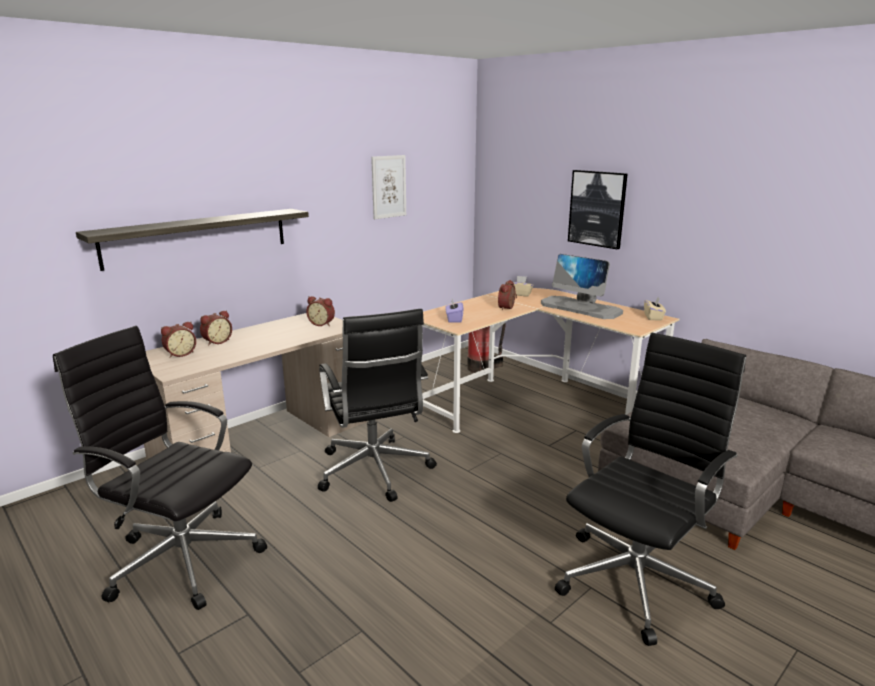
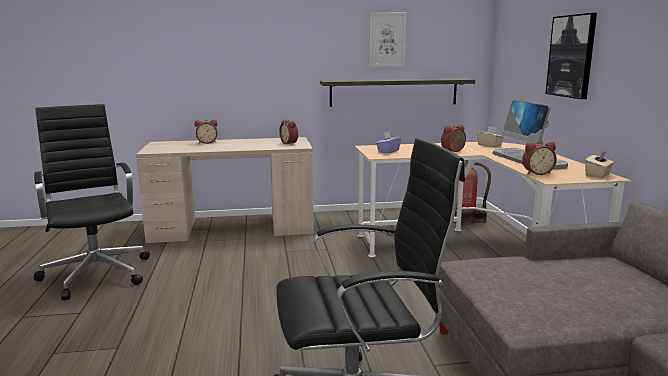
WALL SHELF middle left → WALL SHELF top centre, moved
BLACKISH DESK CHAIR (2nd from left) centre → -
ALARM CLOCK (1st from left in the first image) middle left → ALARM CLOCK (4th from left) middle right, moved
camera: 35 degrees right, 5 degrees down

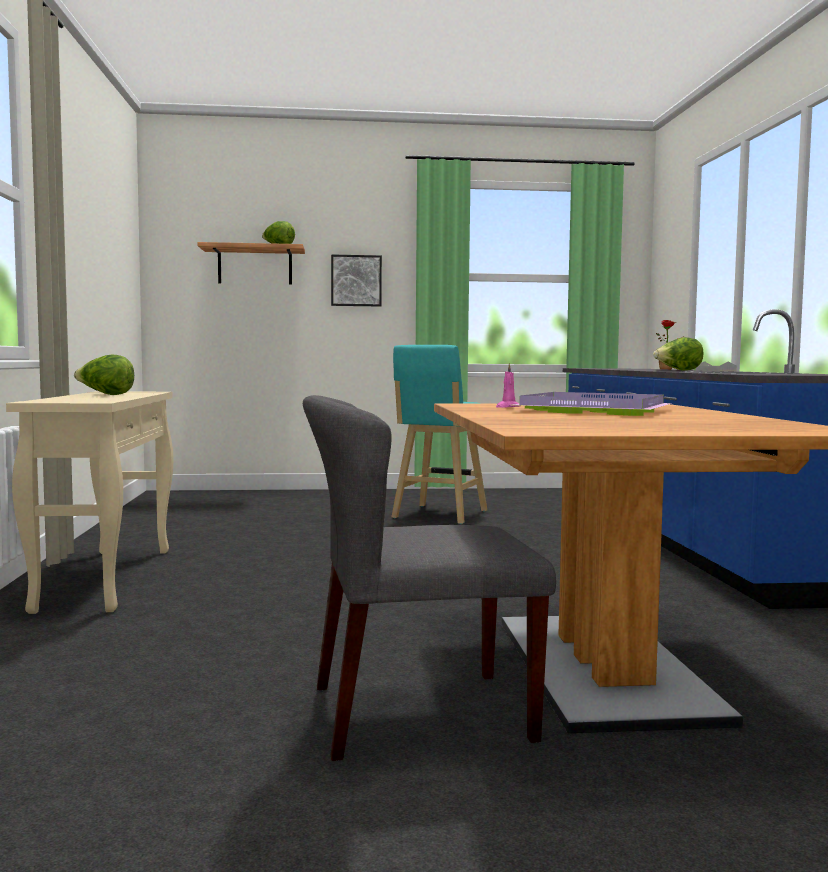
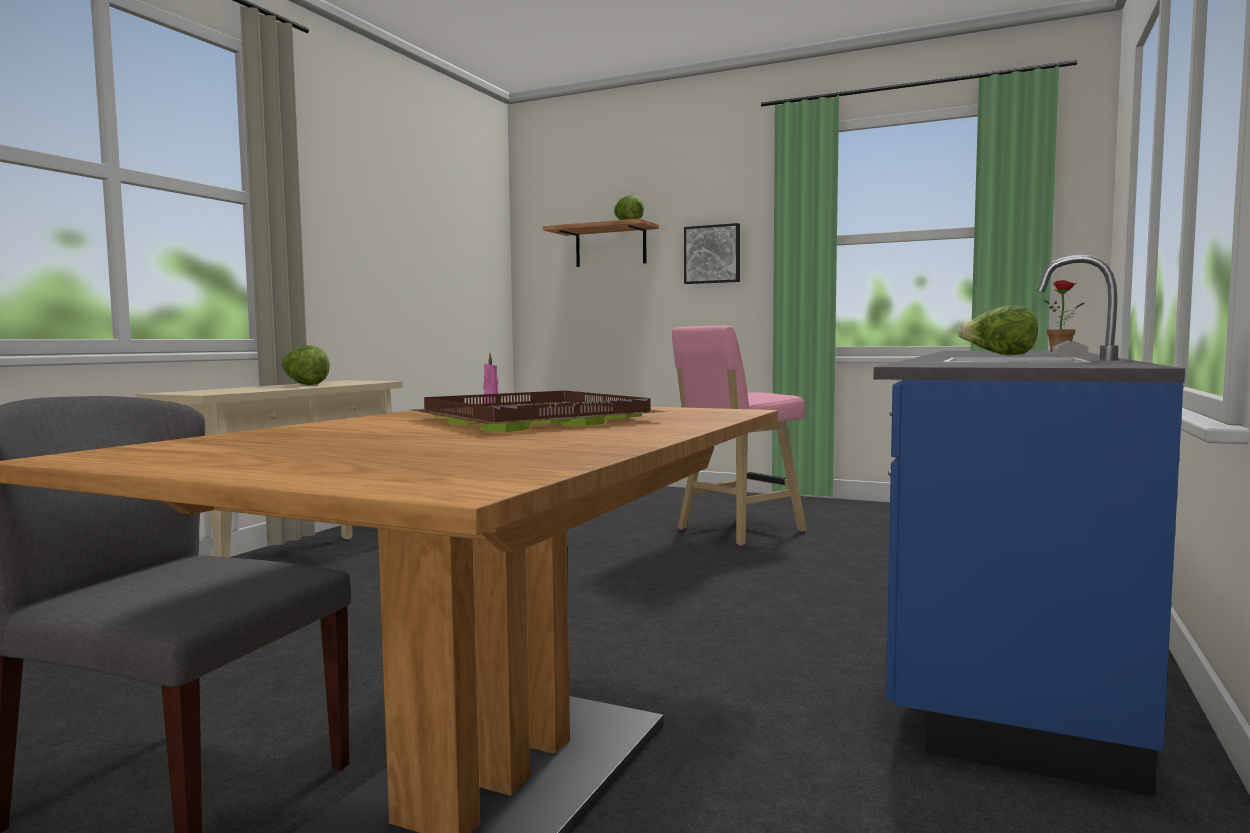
TURQUOISE-COLOURED SITTING STOOL centre → PINKISH SITTING STOOL centre
PURPLE TRAY middle right → BROWN-COLOURED TRAY centre
camera: 30 degrees right, 0 degrees up

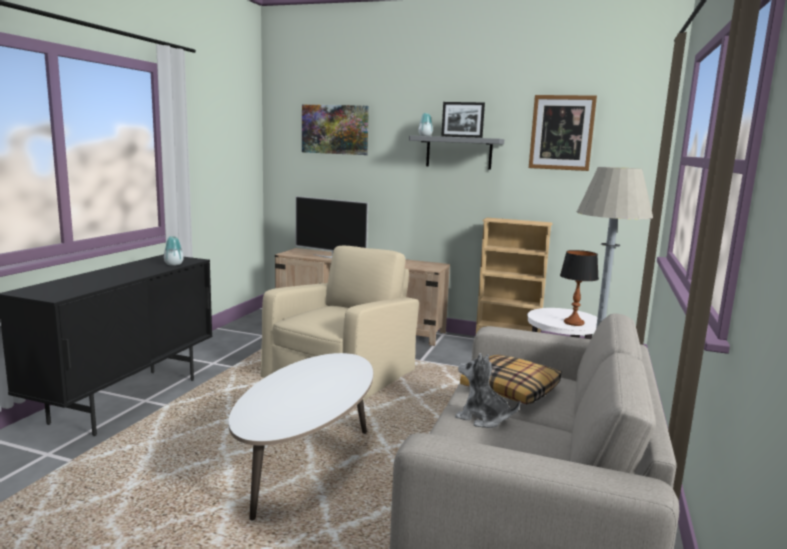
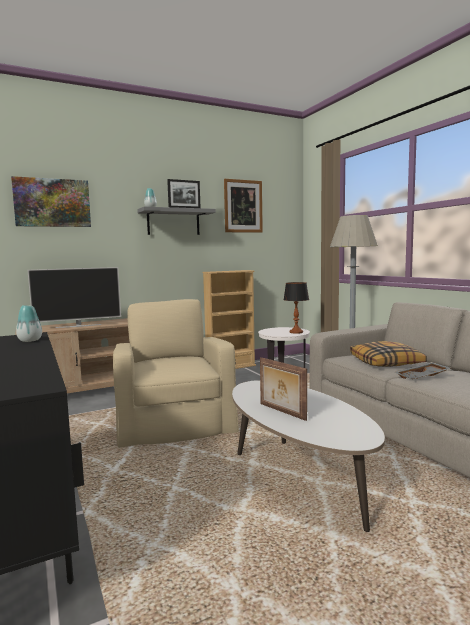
CUDDLY TOY bottom centre → GREY TRAY middle right
- → PHOTO FRAME (2nd from left) centre
camera: 45 degrees left, 5 degrees down

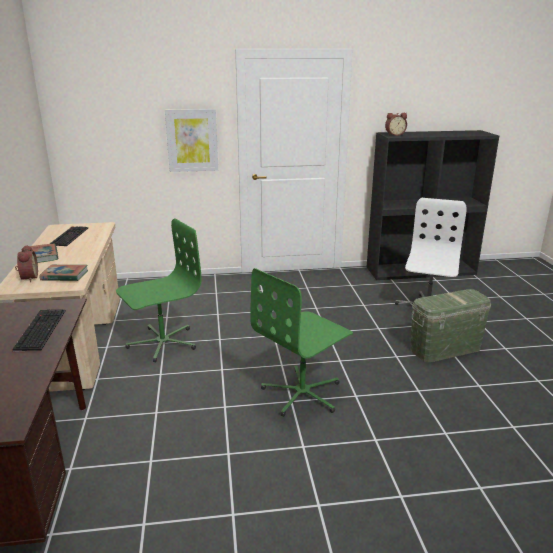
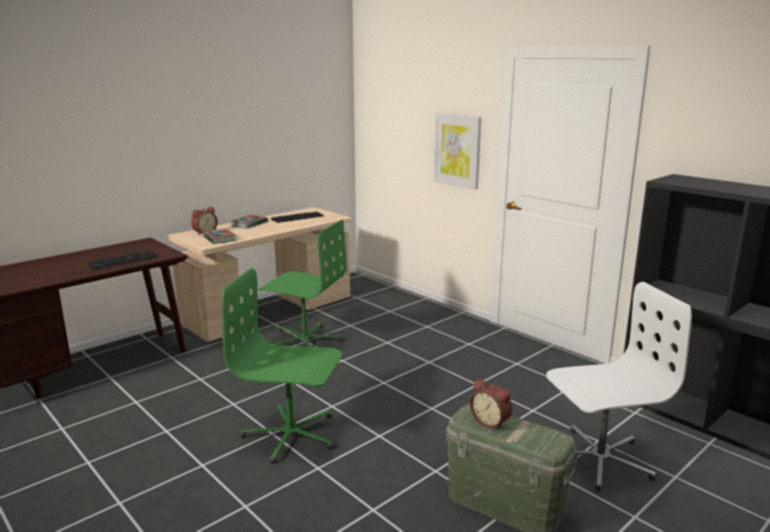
ALARM CLOCK (2nd from left) top right → ALARM CLOCK (2nd from left) bottom centre, moved
camera: 55 degrees right, 5 degrees down

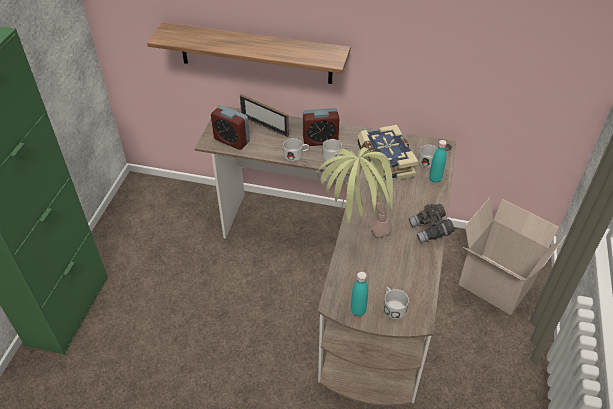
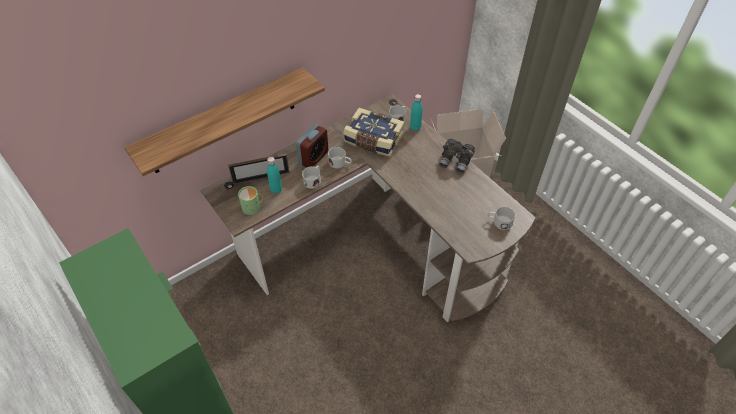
ALARM CLOCK (1st from left) top centre → GREENISH MUG centre
POTTED PLANT centre → -
TURQUOISE-COLOURED BEVERAGE BOTTLE (1st from left) bottom centre → TURQUOISE-COLOURED BEVERAGE BOTTLE (1st from left) centre, moved
camera: 50 degrees left, 5 degrees up

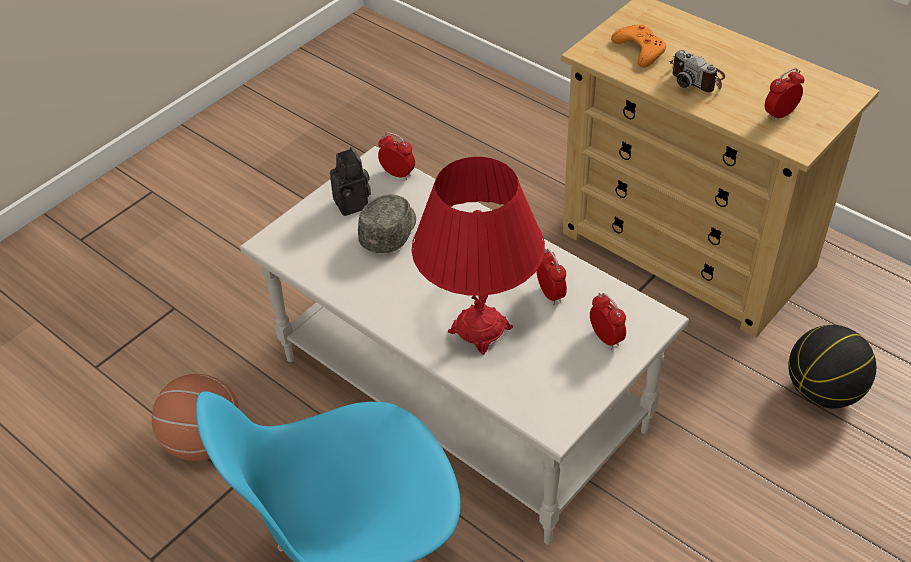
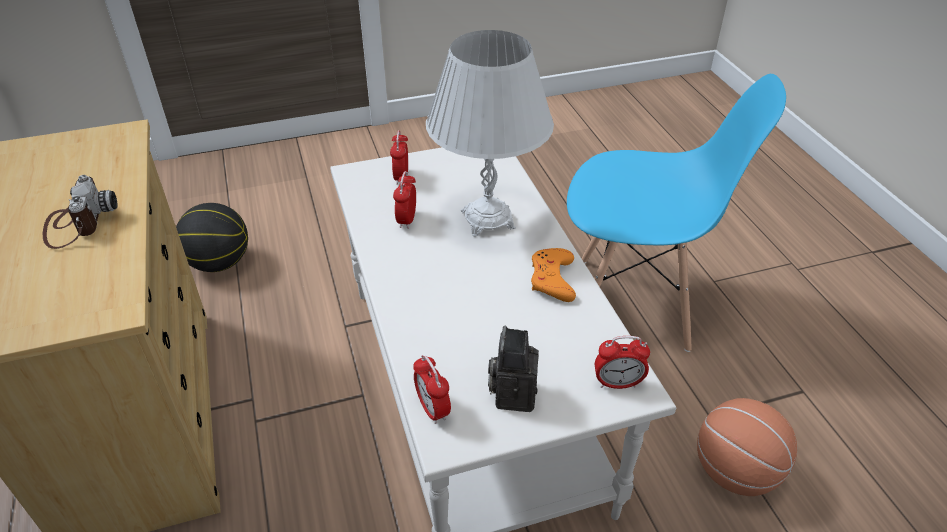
ORANGE JOYPAD top right → ORANGE JOYPAD centre, moved
ALARM CLOCK (4th from left) top right → ALARM CLOCK (4th from left) bottom centre, moved
REDDISH TABLE LAMP centre → WHITE-COLOURED TABLE LAMP top centre
GREY CAP centre → -
camera: 150 degrees left, 5 degrees down

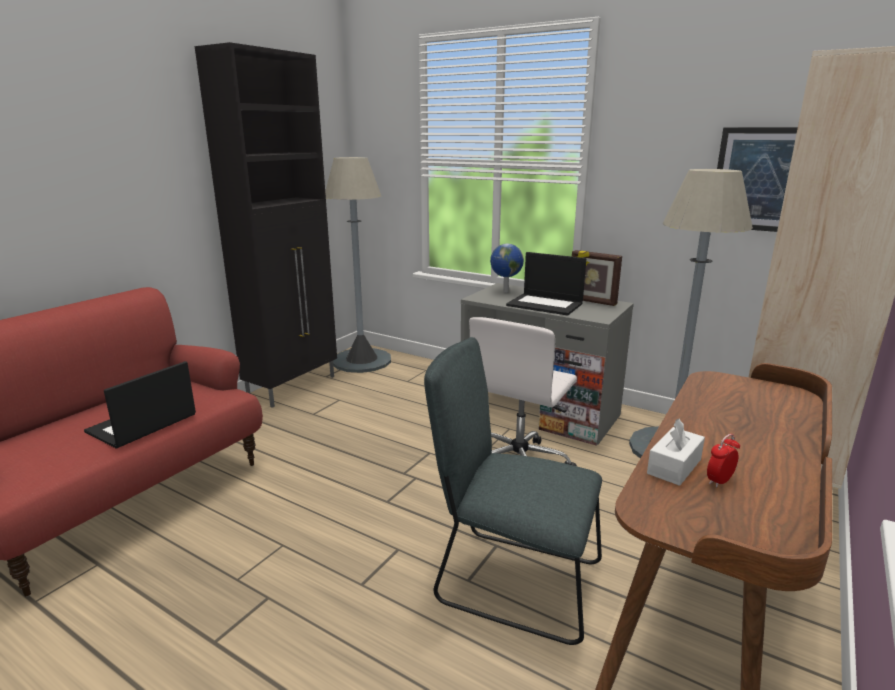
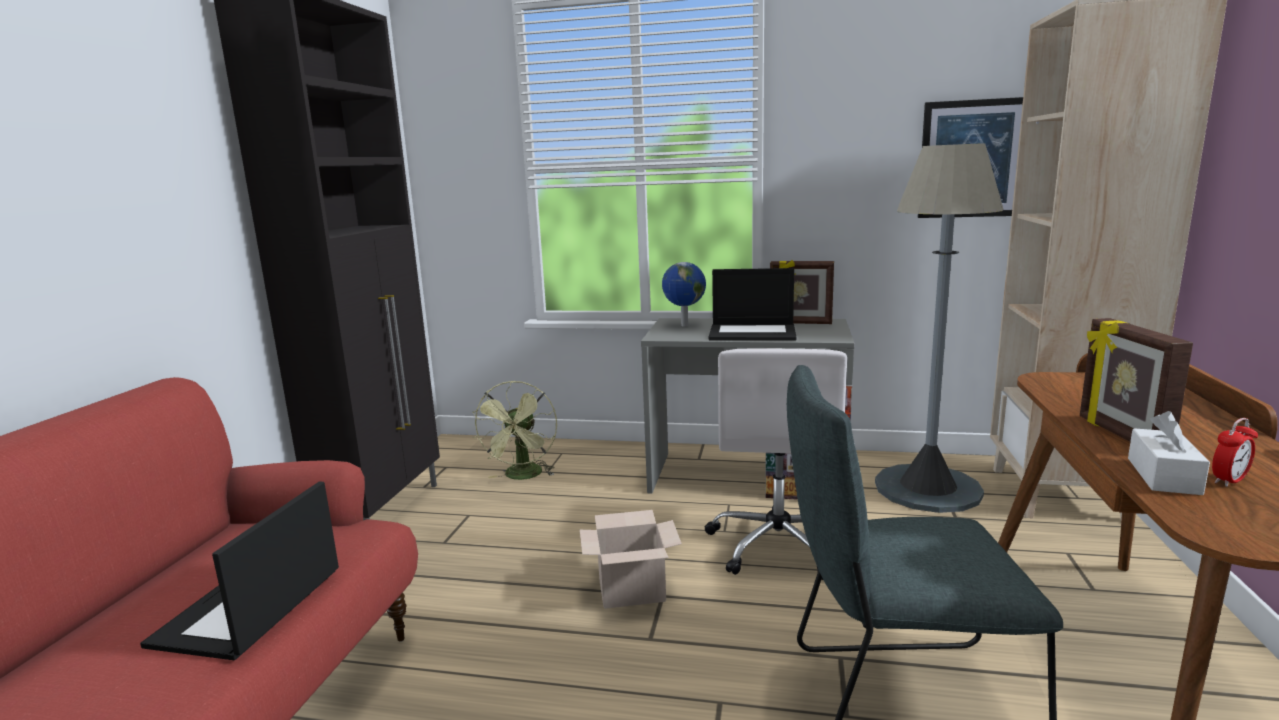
GREY FLOOR LAMP (1st from left) centre → -
ALARM CLOCK bottom right → ALARM CLOCK middle right, 150 degrees counterclockwise
- → PHOTO FRAME (2nd from left) middle right
- → GREENISH ELECTRIC FAN centre
- → CARDBOARD BOX bottom centre
camera: 20 degrees left, 5 degrees down

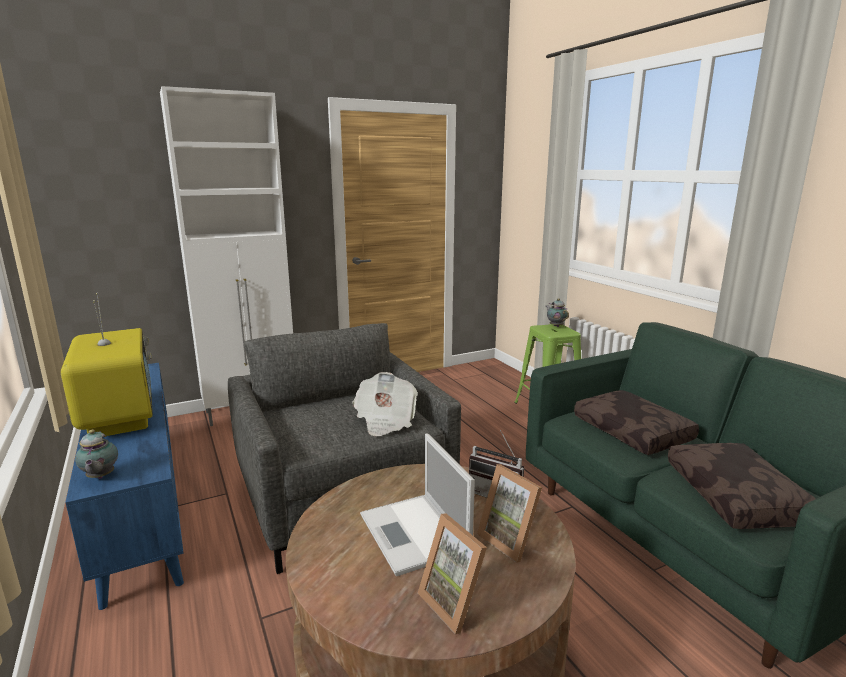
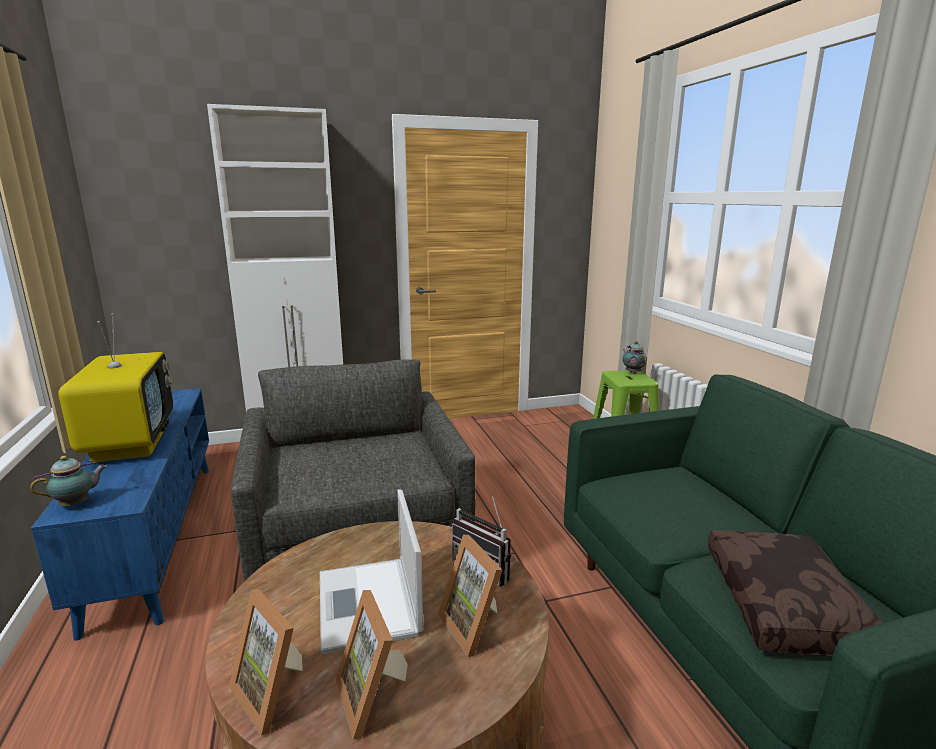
NEWSPAPER centre → -
BROWN-COLOURED CUSHION (1st from left) middle right → -
TEAPOT (1st from left) bottom left → TEAPOT (1st from left) middle left, 120 degrees counterclockwise
- → PHOTO FRAME (1st from left) bottom left
camera: 10 degrees right, 0 degrees up

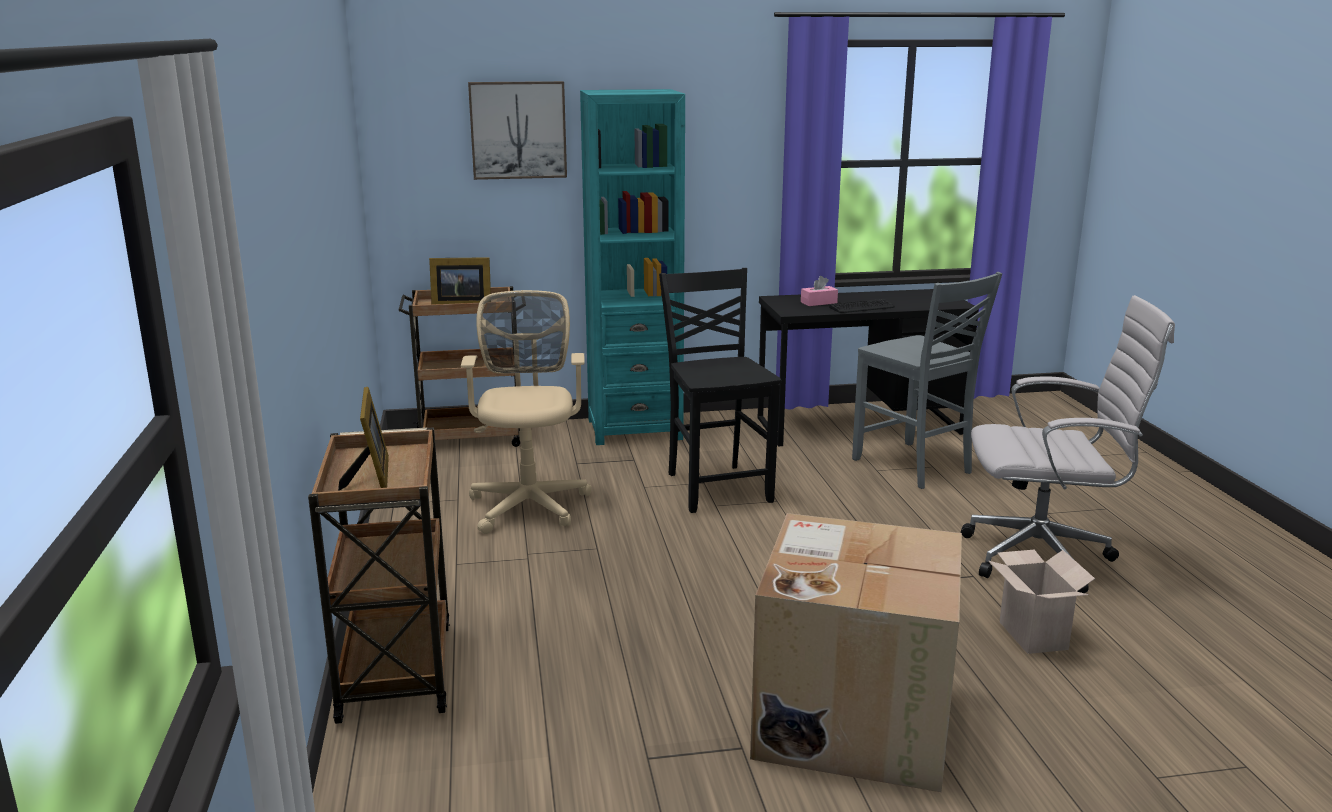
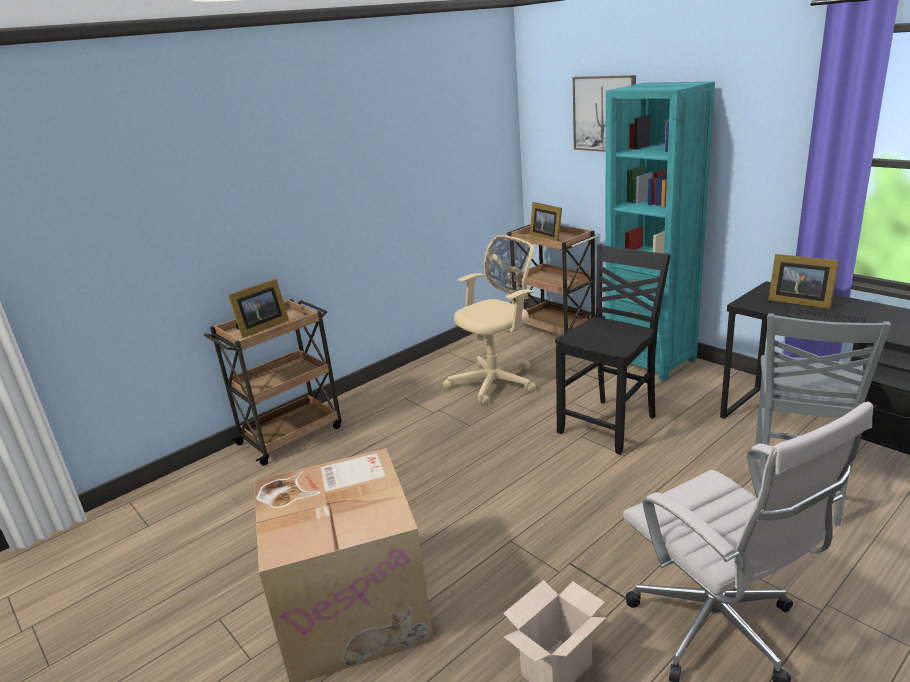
PINKISH TISSUE BOX centre → PHOTO FRAME (3rd from left) middle right
camera: 60 degrees right, 5 degrees up

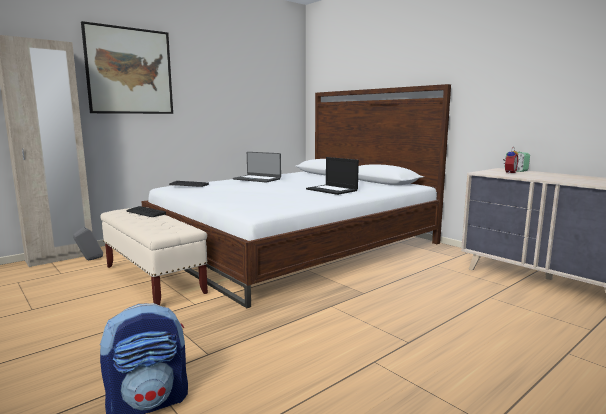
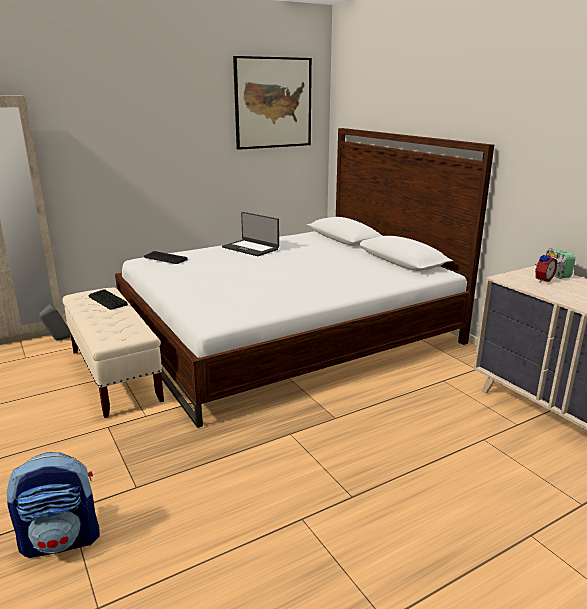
WALL ART top left → WALL ART top centre, moved
NOTEBOOK COMPUTER (2nd from left) centre → -
camera: 10 degrees right, 10 degrees up

